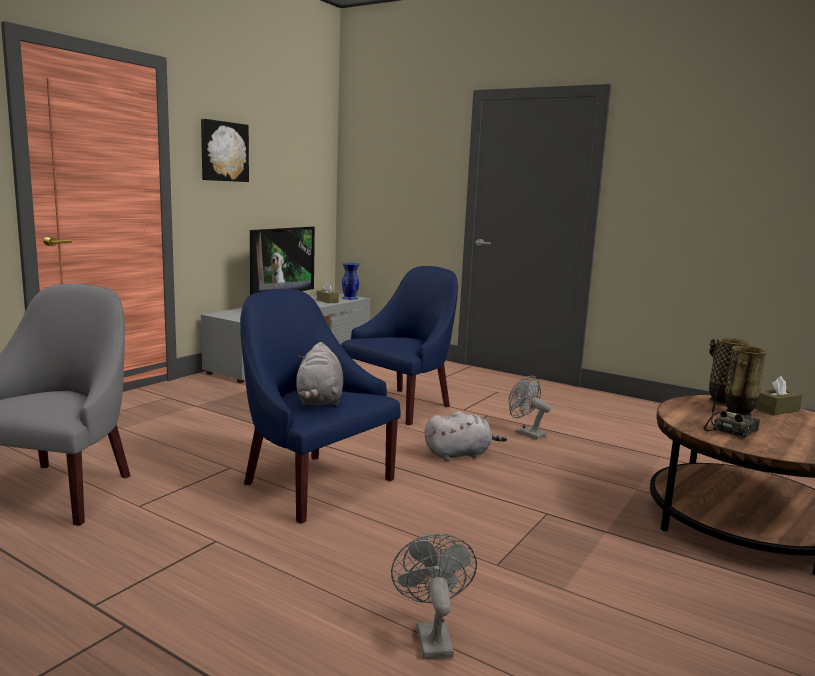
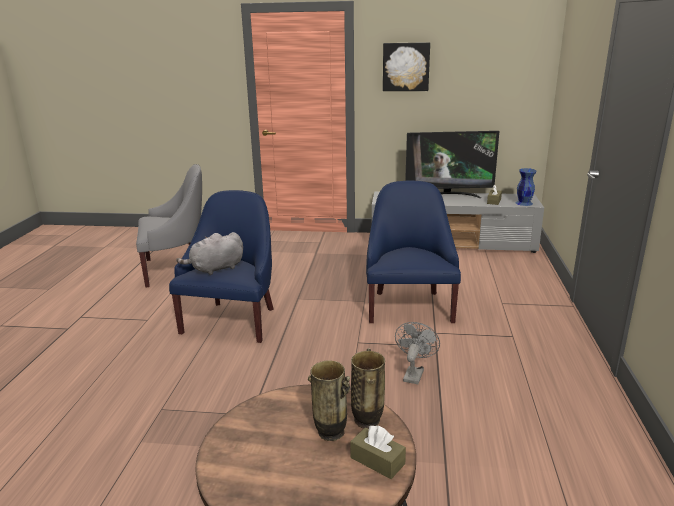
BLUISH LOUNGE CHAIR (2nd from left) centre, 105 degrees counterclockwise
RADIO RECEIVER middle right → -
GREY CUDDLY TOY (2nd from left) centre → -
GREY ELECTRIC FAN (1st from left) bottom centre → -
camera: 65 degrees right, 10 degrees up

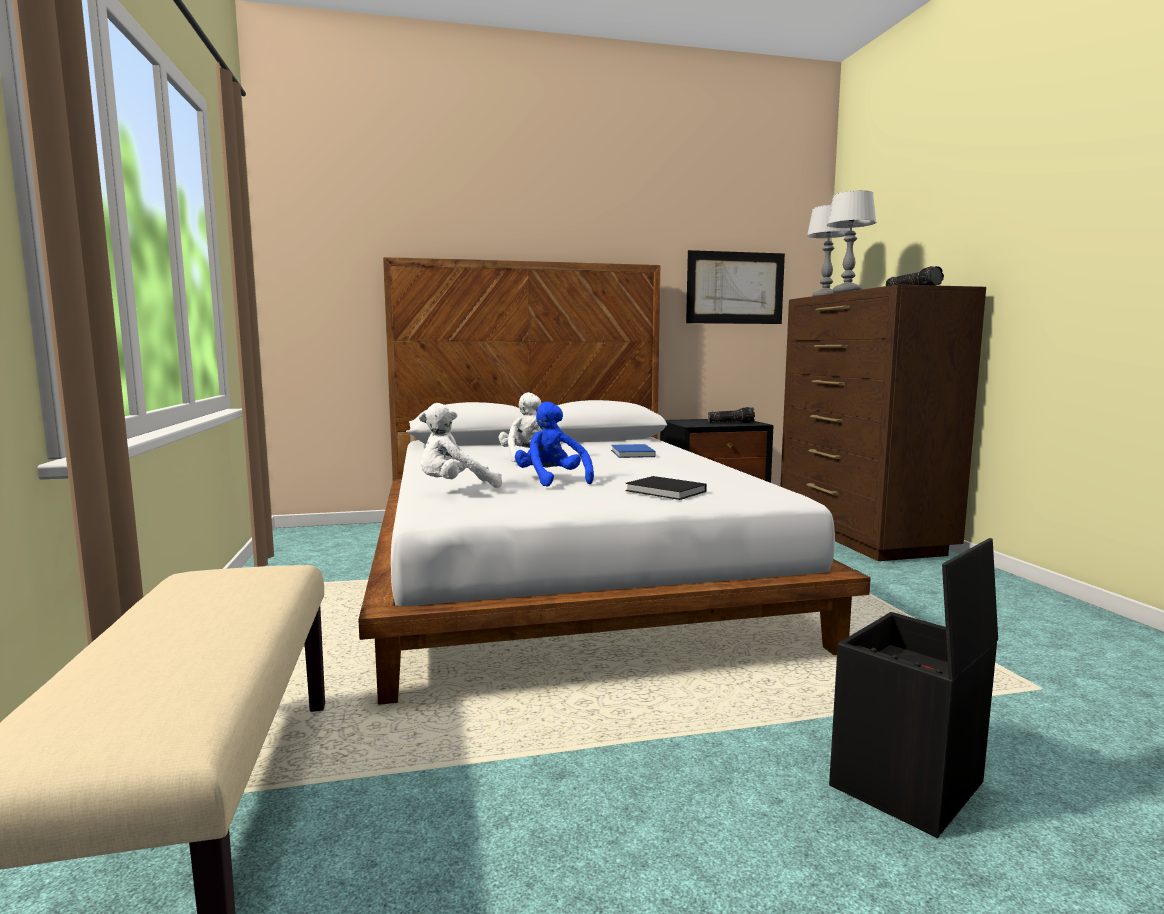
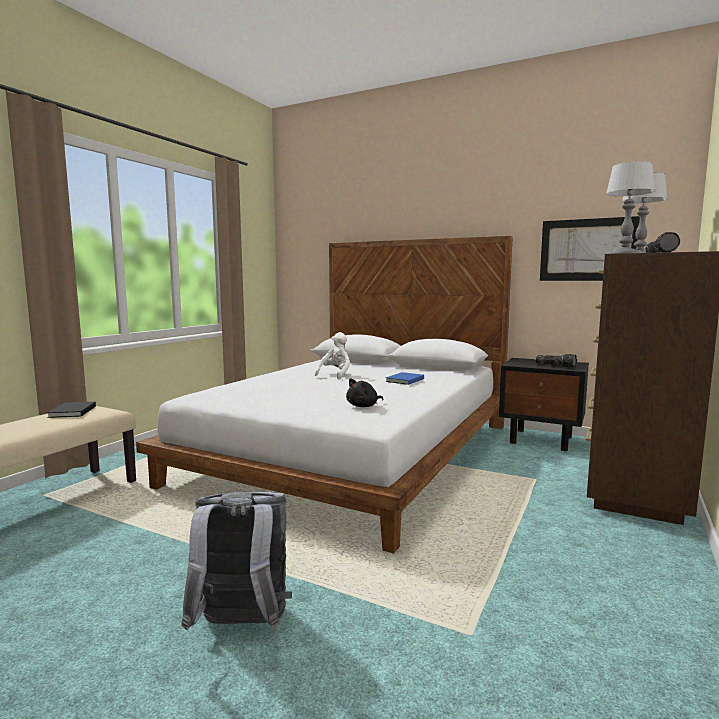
BLUISH CUDDLY TOY centre → -
WHITE-COLOURED CUDDLY TOY (1st from left) centre → -
BLACKISH BOUND BOOK centre → BLACKISH BOUND BOOK middle left, moved
BLACKISH STORAGE BOX bottom right → GREY BACKPACK bottom left
- → BLACKISH CUDDLY TOY centre
camera: 40 degrees right, 0 degrees up

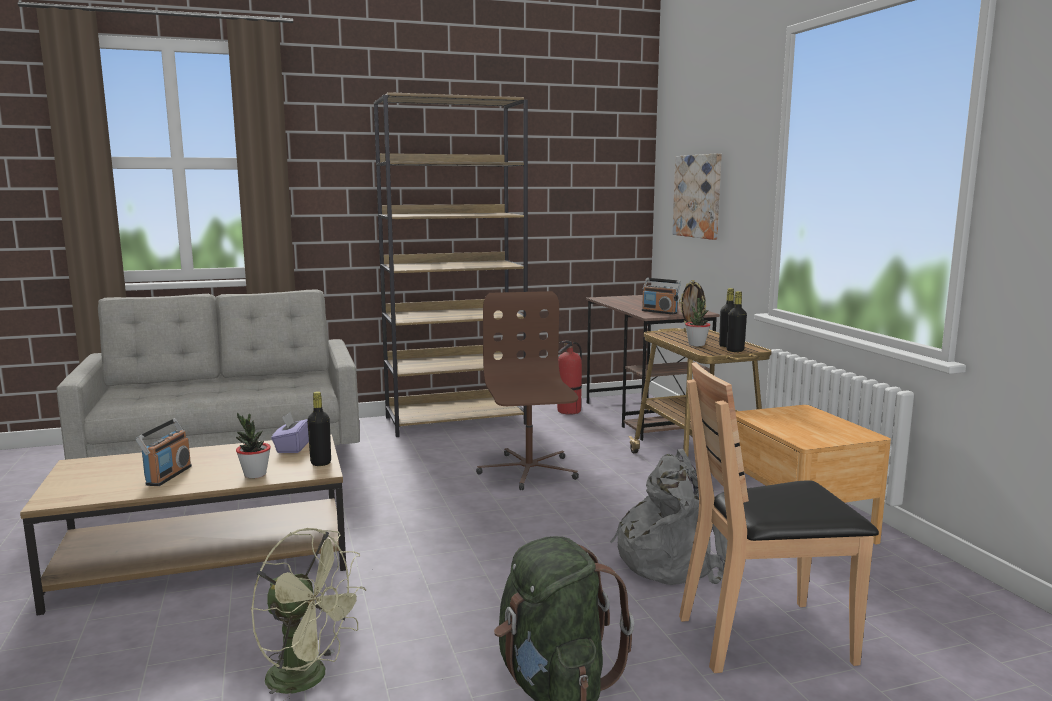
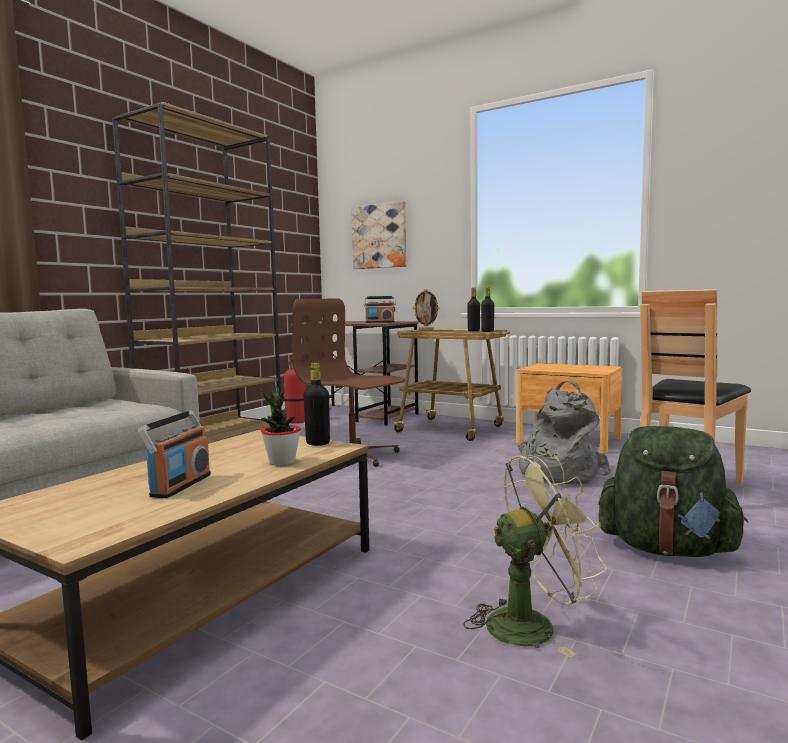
POTTED PLANT (2nd from left) centre → -
PURPLE TISSUE BOX middle left → -
RADIO RECEIVER (1st from left) middle left, 45 degrees clockwise
camera: 40 degrees left, 5 degrees down

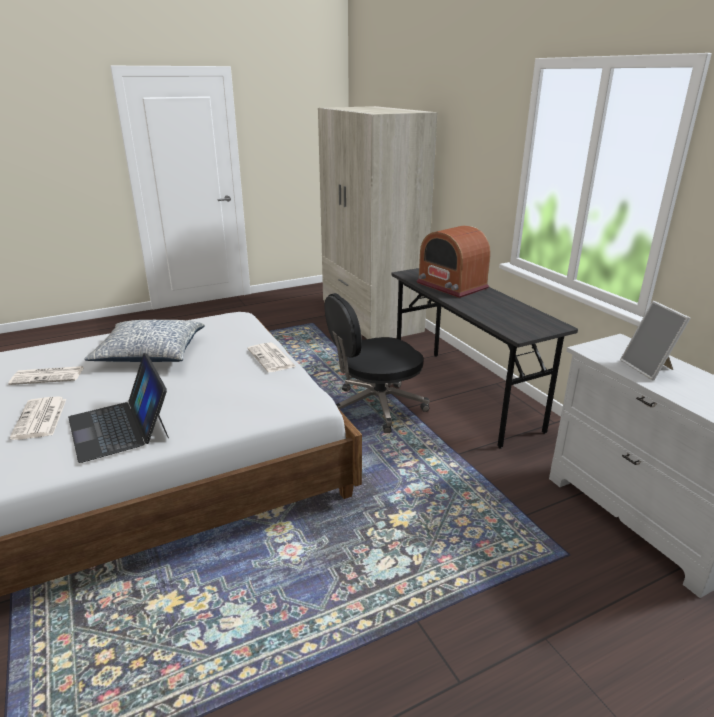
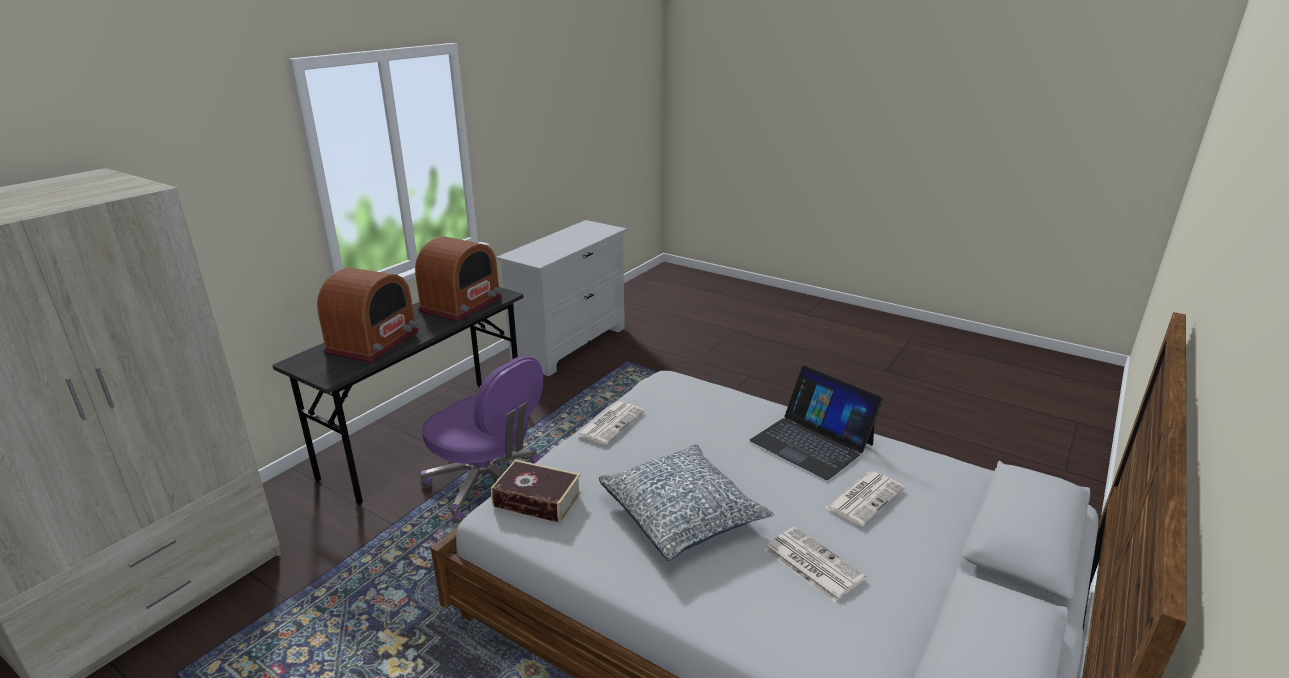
BLACKISH DESK CHAIR centre → PURPLE DESK CHAIR centre
PHOTO FRAME middle right → -
NOTEBOOK COMPUTER middle left → NOTEBOOK COMPUTER centre, 105 degrees clockwise
- → RADIO RECEIVER (2nd from left) centre
- → BOUND BOOK bottom centre
camera: 120 degrees left, 0 degrees up

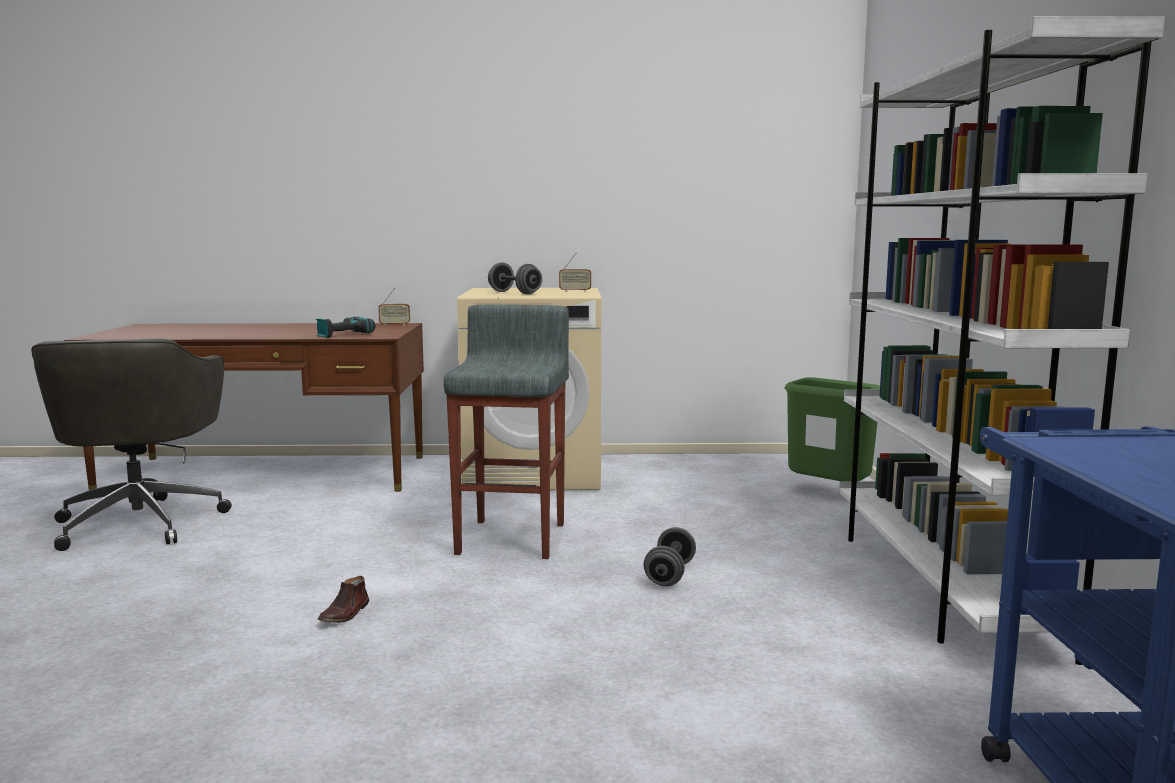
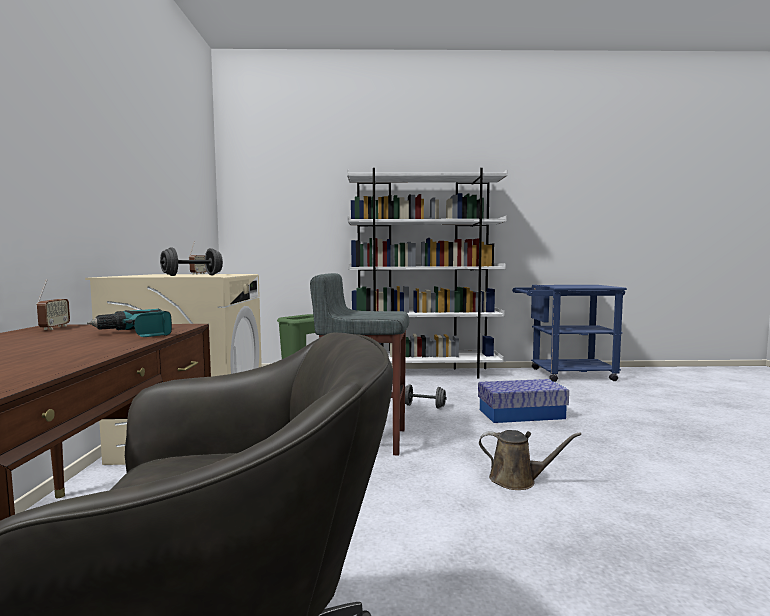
BROWN-COLOURED LOW SHOE bottom left → BROWN-COLOURED WATERING POT bottom right
- → STORAGE BOX middle right
camera: 90 degrees left, 5 degrees down

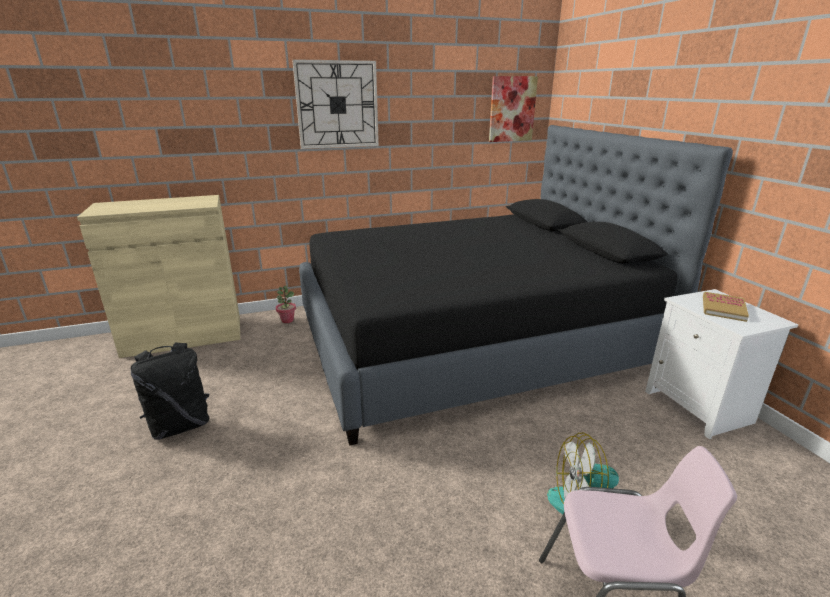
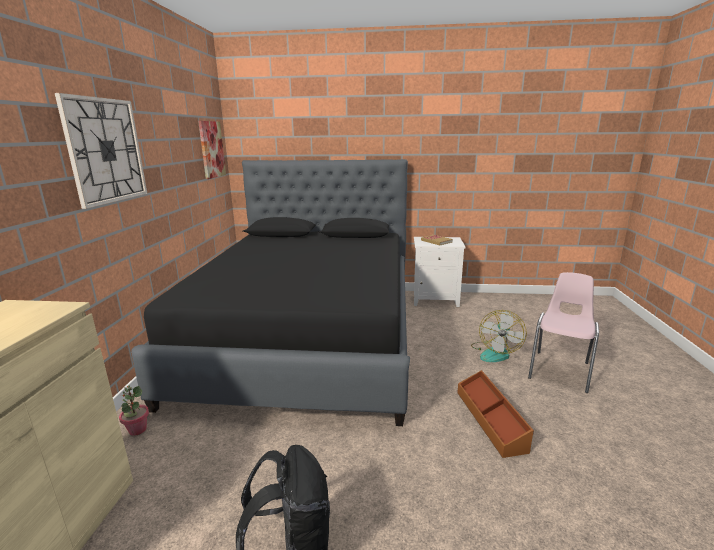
- → BROWN-COLOURED STORAGE BOX bottom right
camera: 65 degrees left, 5 degrees down

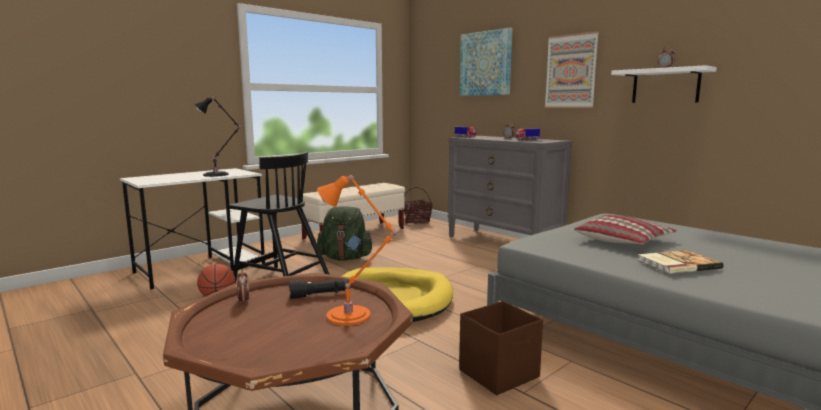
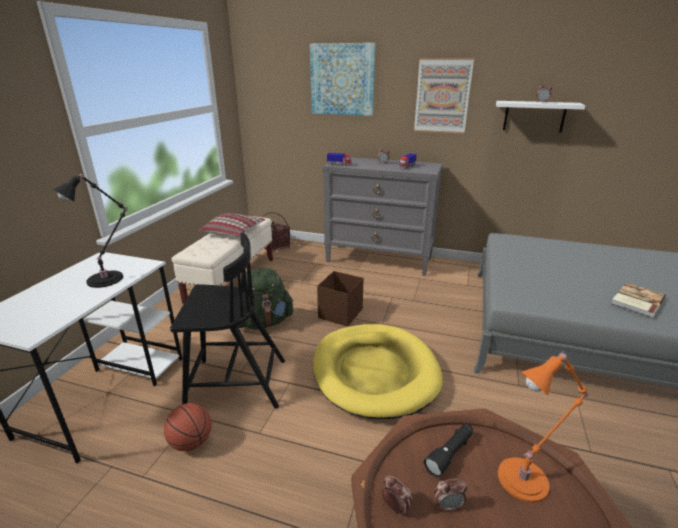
CUSHION middle right → CUSHION centre, moved
BROWN-COLOURED STORAGE BOX bottom centre → BROWN-COLOURED STORAGE BOX centre, moved
- → ALARM CLOCK (3rd from left) bottom centre
camera: 30 degrees left, 15 degrees up

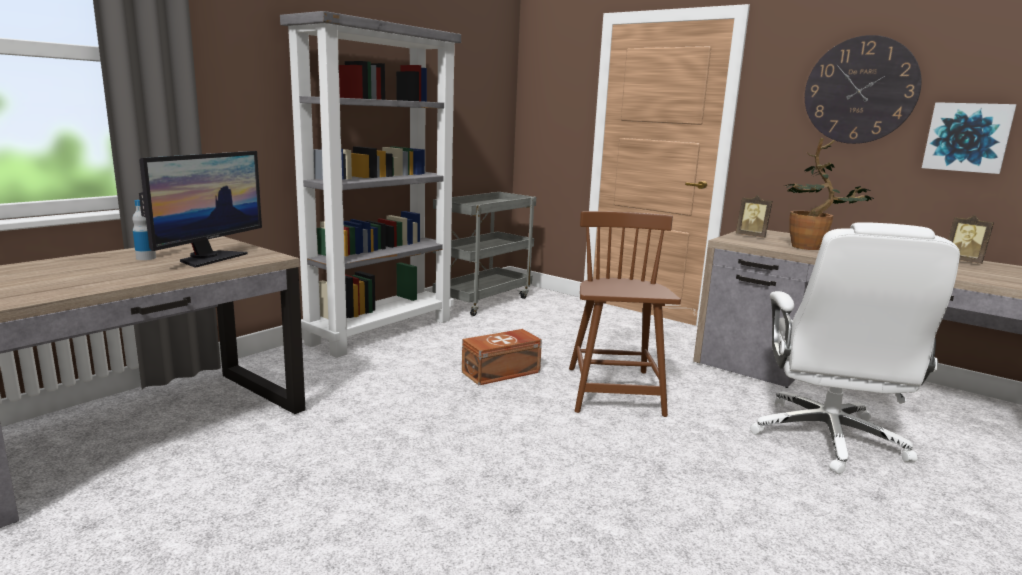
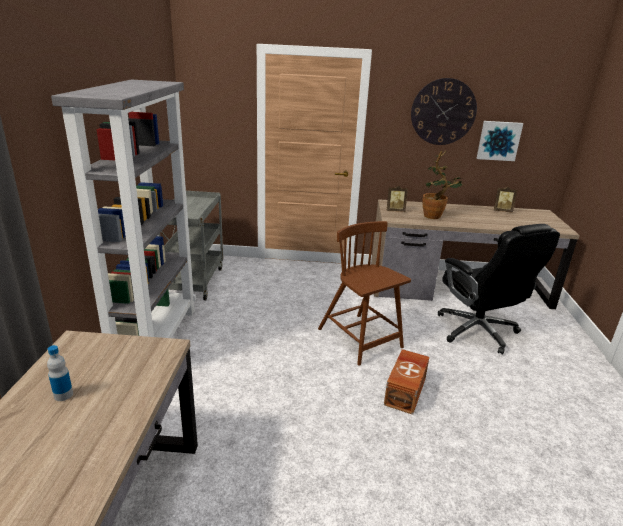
MONITOR middle left → -
WHITE-COLOURED DESK CHAIR middle right → BLACKISH DESK CHAIR middle right
BROWN-COLOURED STORAGE BOX centre → BROWN-COLOURED STORAGE BOX bottom centre, moved
camera: 35 degrees left, 10 degrees up

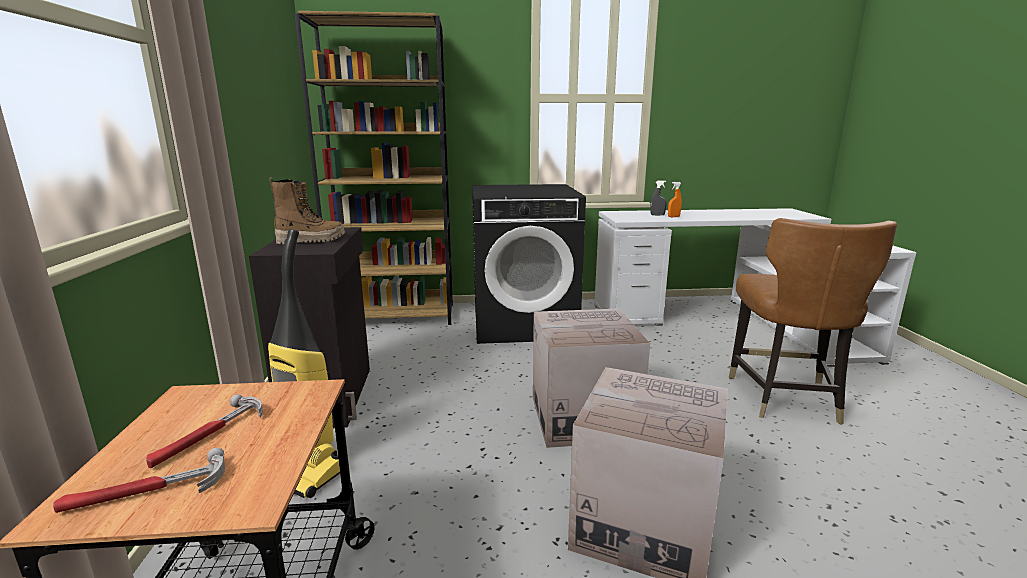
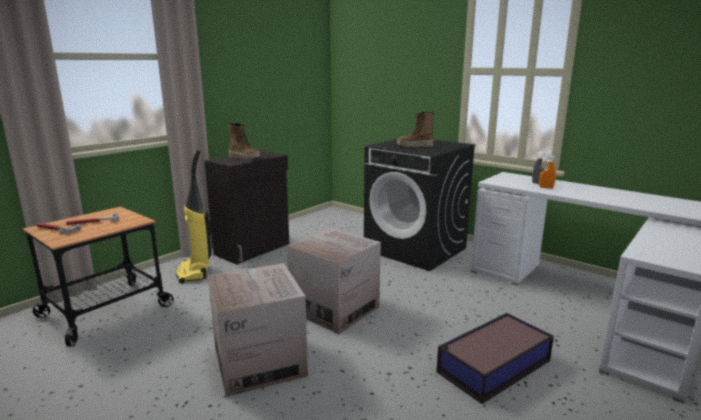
BROWN-COLOURED BOOKCASE top centre → -
BROWN-COLOURED CHAIR middle right → STORAGE BOX bottom right
- → HIGH-TOP BOOT (2nd from left) top centre
camera: 45 degrees right, 0 degrees up

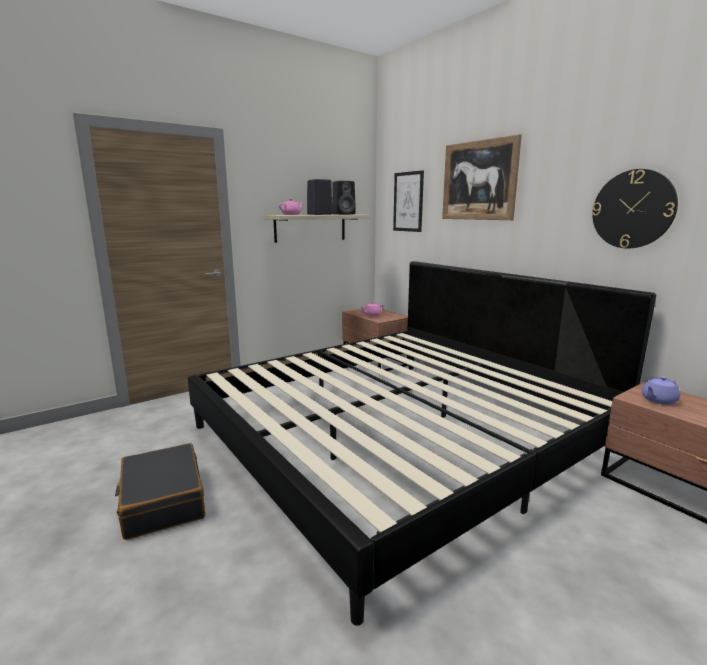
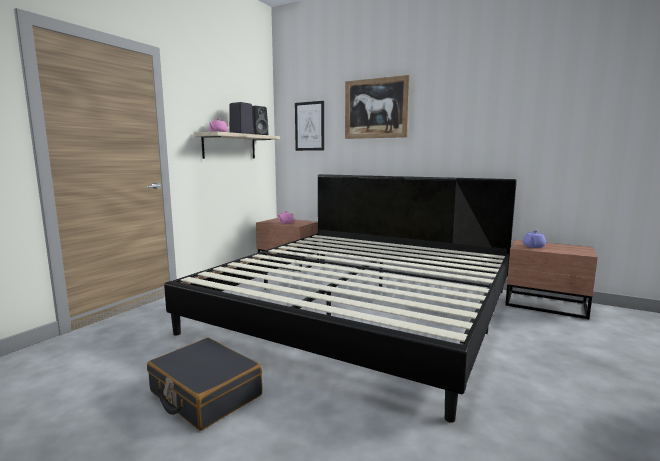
CLOCK ON THE WALL top right → -
camera: 25 degrees left, 5 degrees down

